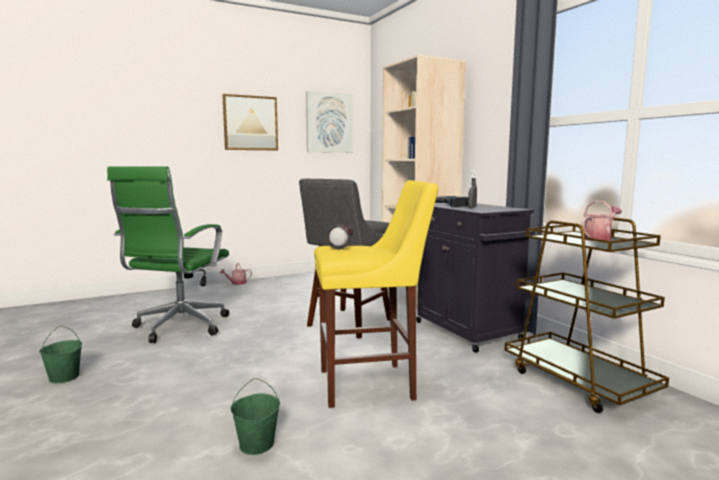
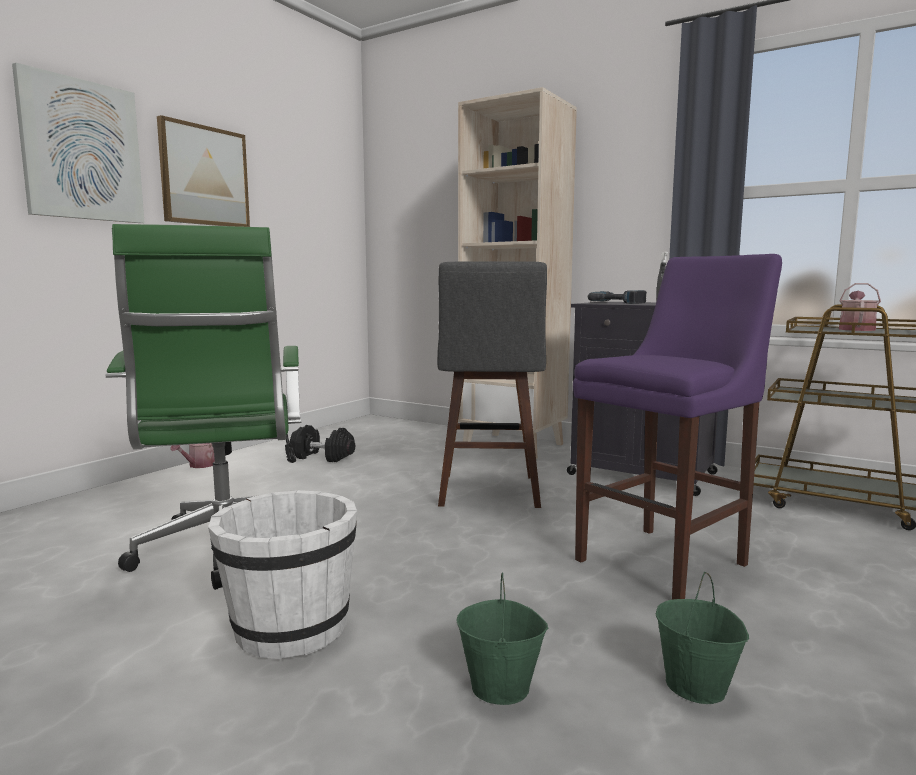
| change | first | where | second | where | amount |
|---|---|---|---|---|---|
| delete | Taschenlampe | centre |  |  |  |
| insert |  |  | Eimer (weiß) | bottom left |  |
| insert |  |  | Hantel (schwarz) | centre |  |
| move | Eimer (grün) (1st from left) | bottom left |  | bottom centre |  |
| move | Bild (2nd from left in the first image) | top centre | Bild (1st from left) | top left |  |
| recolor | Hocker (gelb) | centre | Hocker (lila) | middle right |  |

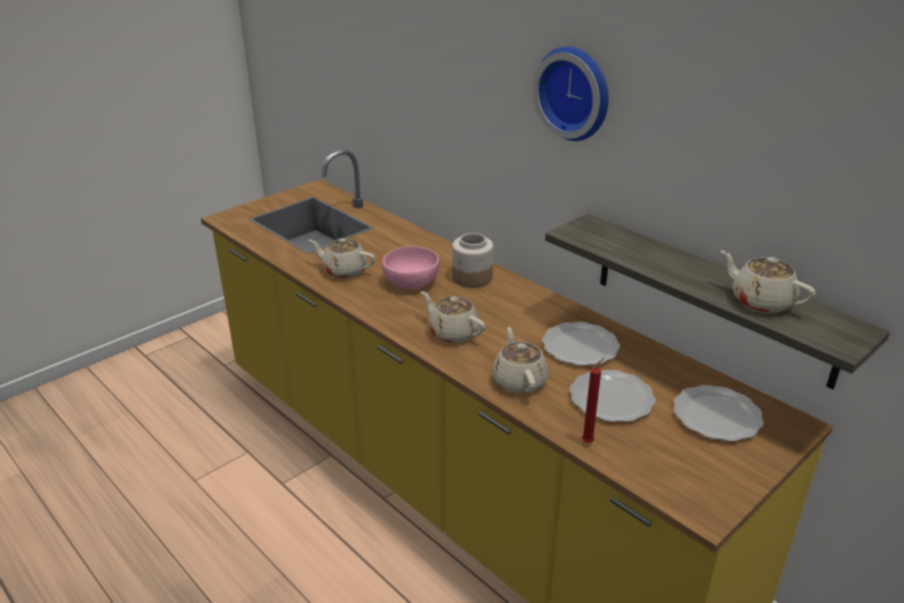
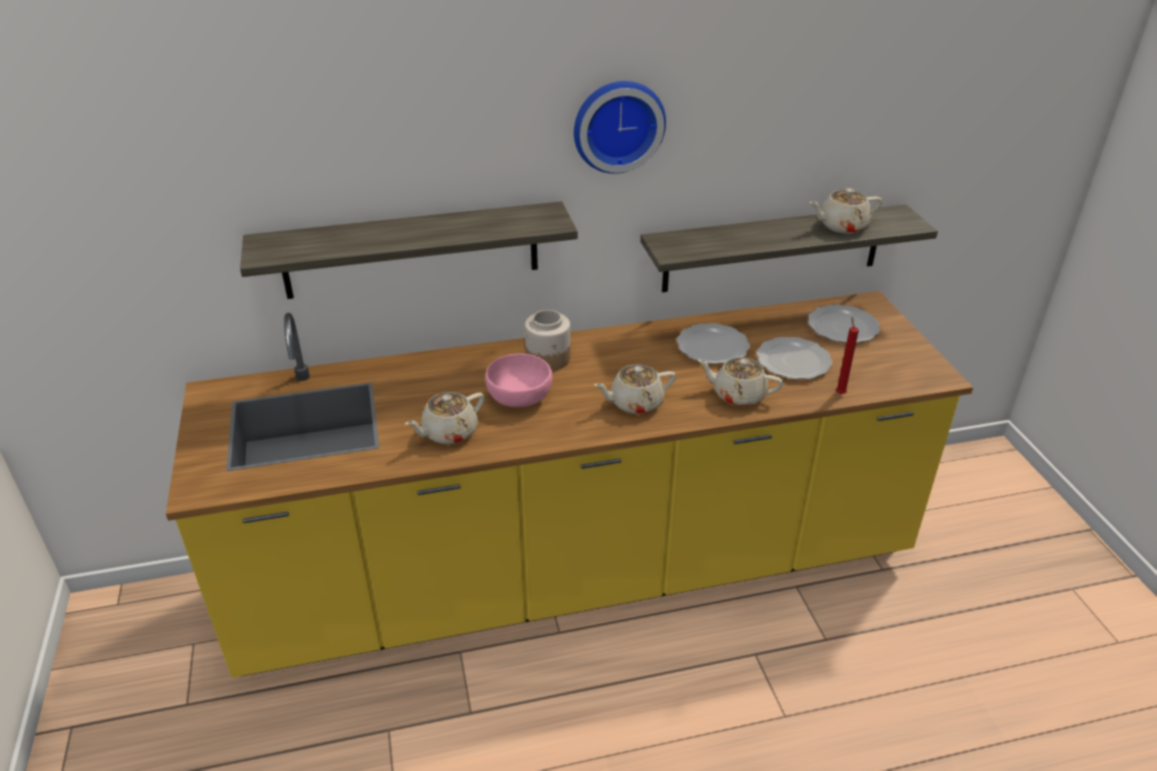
| change | first | where | second | where | amount |
|---|---|---|---|---|---|
| insert |  |  | Wandregal (1st from left) | top centre |  |

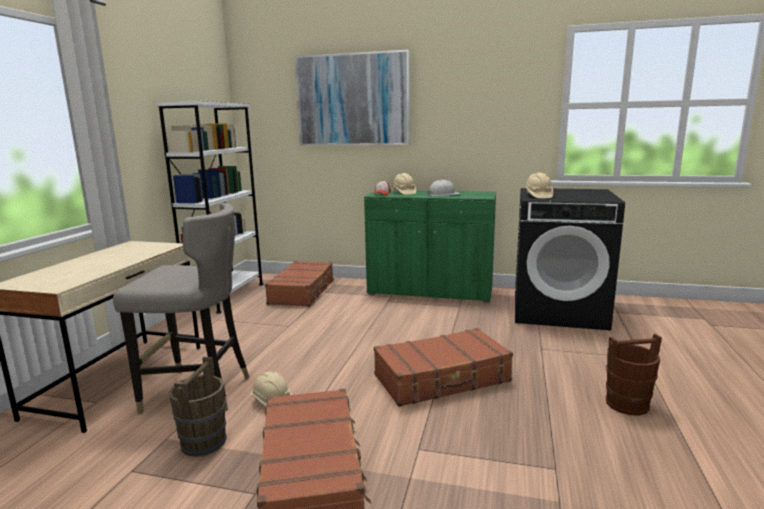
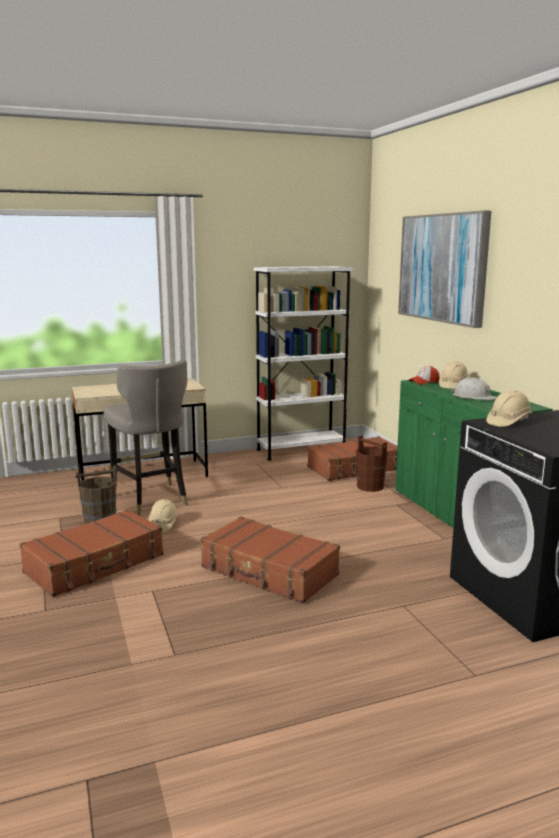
| change | first | where | second | where | amount |
|---|---|---|---|---|---|
| move | Eimer (braun) (2nd from left) | bottom right |  | centre |  |

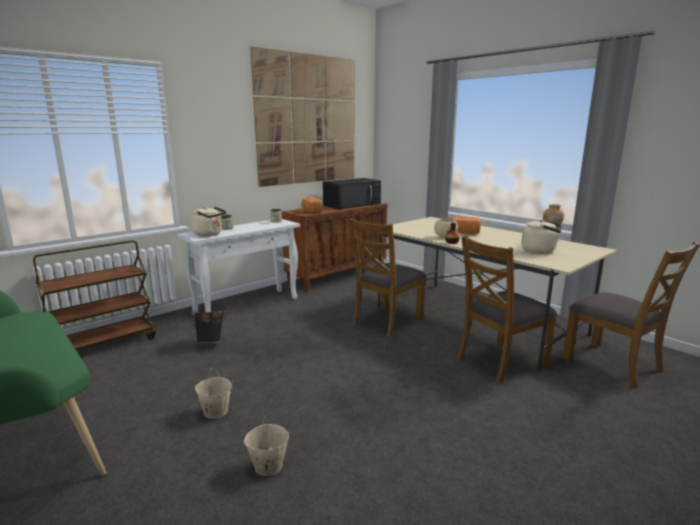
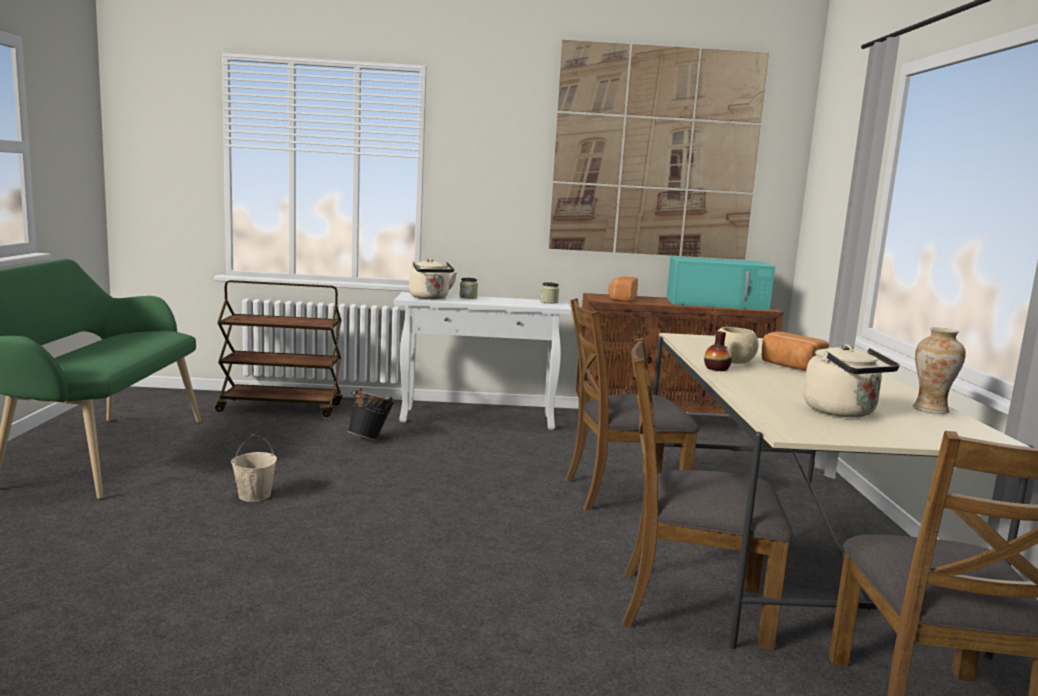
| change | first | where | second | where | amount |
|---|---|---|---|---|---|
| delete | Eimer (beige) (2nd from left) | bottom centre |  |  |  |
| recolor | Mikrowelle (schwarz) | centre | Mikrowelle (türkis) | middle right |  |

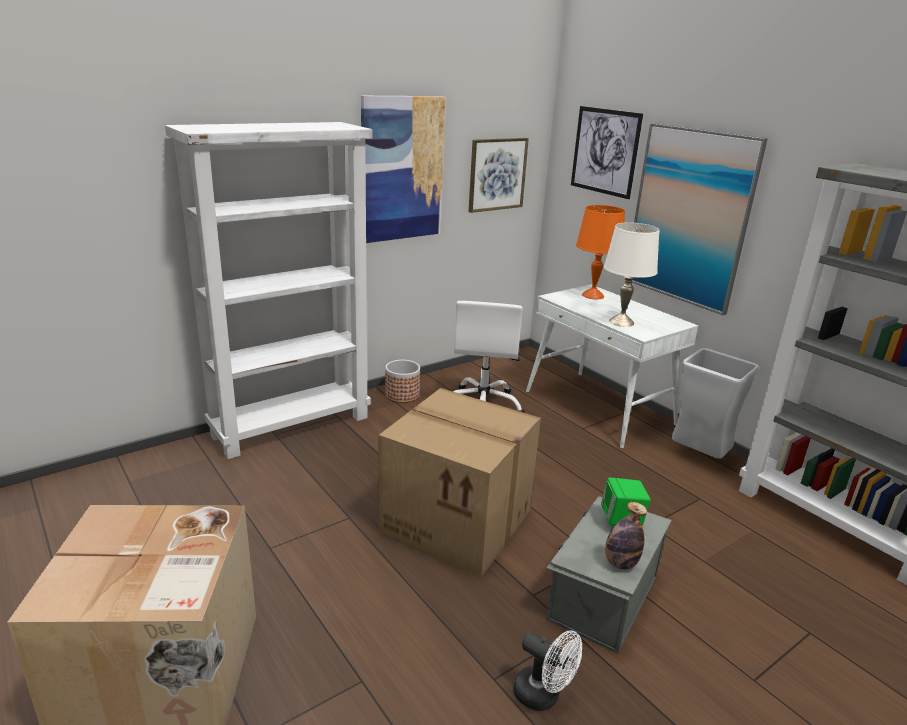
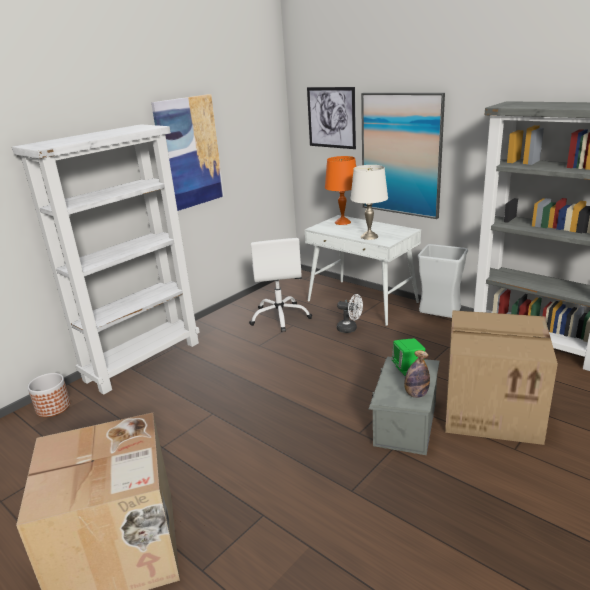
| change | first | where | second | where | amount |
|---|---|---|---|---|---|
| delete | Bild (2nd from left) | top centre |  |  |  |
| move | Karton (2nd from left) | centre |  | middle right |  |
| move | Pflanzkübel | centre |  | bottom left |  |
| move | Ventilator (weiß) | bottom centre |  | centre |  |

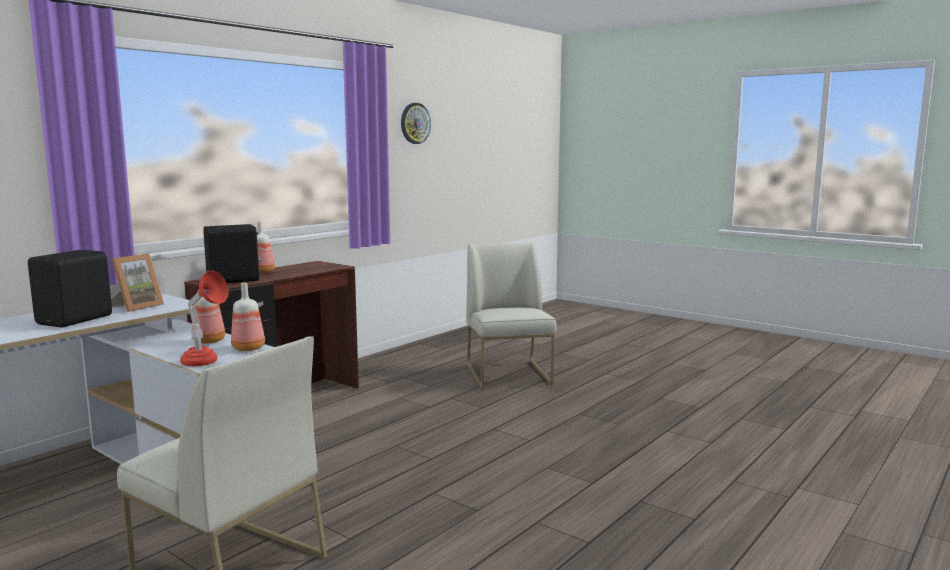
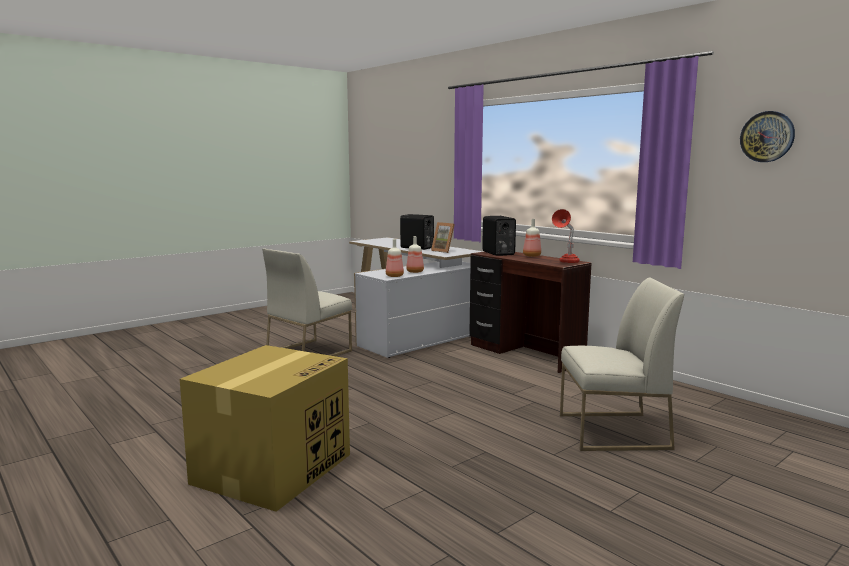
| change | first | where | second | where | amount |
|---|---|---|---|---|---|
| insert |  |  | Karton | bottom left |  |
| move | Tischlampe (rot) | middle left |  | middle right |  |

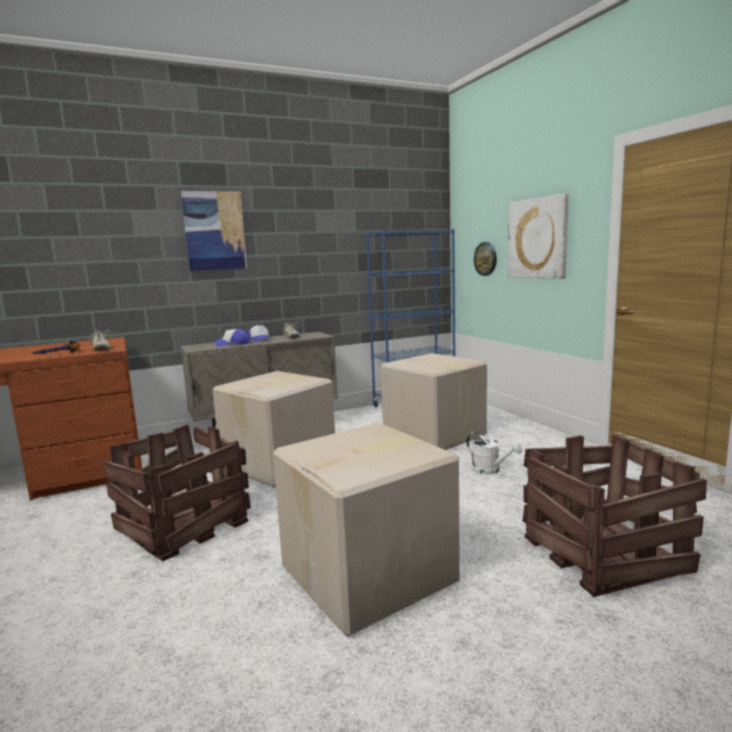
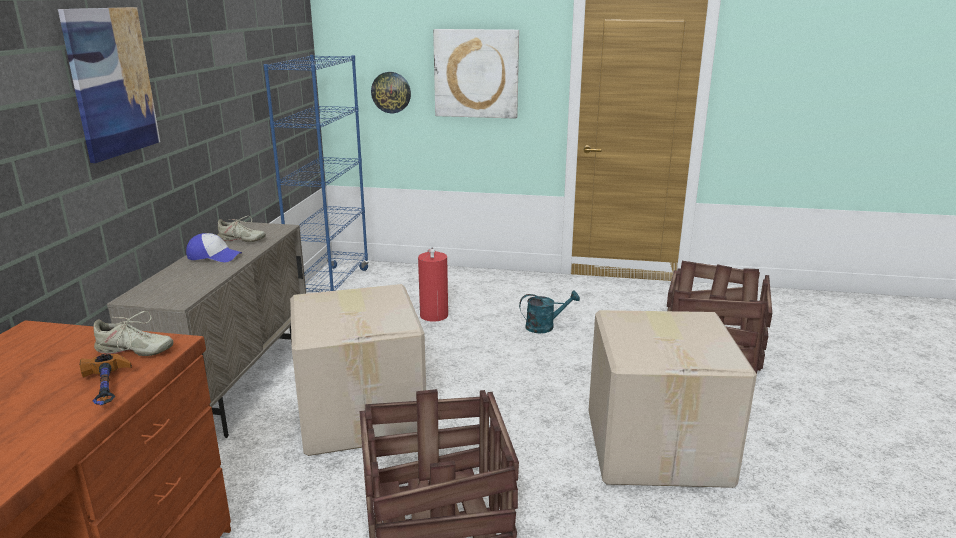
| change | first | where | second | where | amount |
|---|---|---|---|---|---|
| delete | Kappe (1st from left) | middle left |  |  |  |
| replace | Karton (3rd from left) | centre | Feuerlöscher | centre |  |
| recolor | Gießkanne (weiß) | middle right | Gießkanne (türkis) | centre |  |

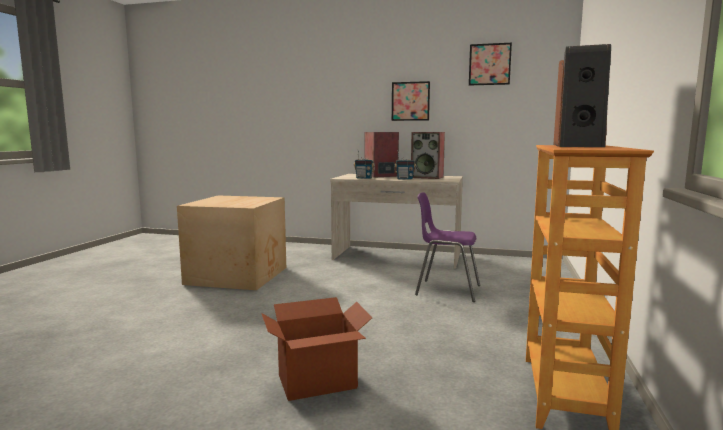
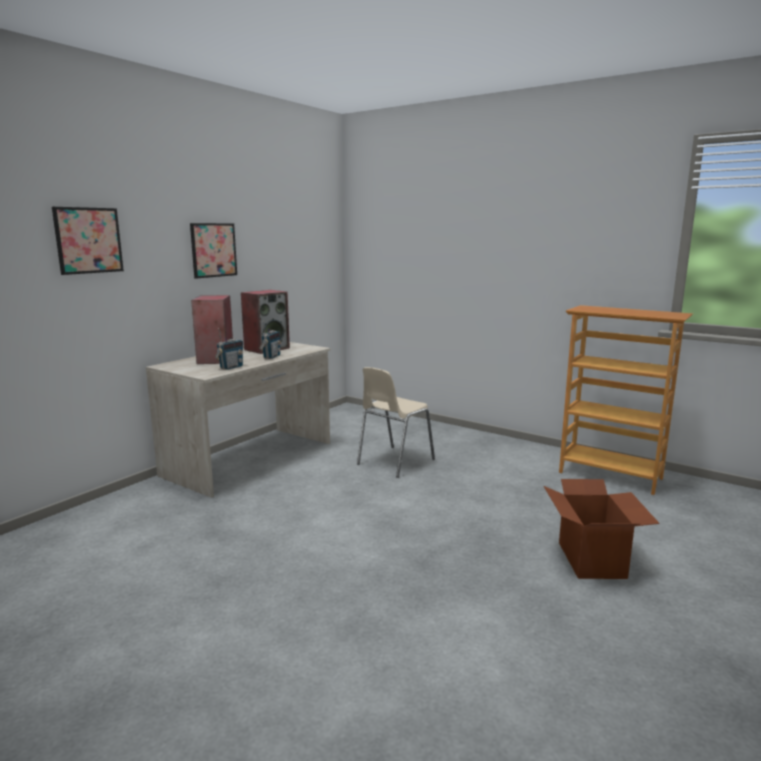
| change | first | where | second | where | amount |
|---|---|---|---|---|---|
| delete | Karton (1st from left) | middle left |  |  |  |
| delete | Lautsprecher (3rd from left) | top right |  |  |  |
| move | Bild (2nd from left in the first image) | top right | Bild (1st from left) | top left |  |
| recolor | Stuhl (lila) | centre | Stuhl (beige) | centre |  |

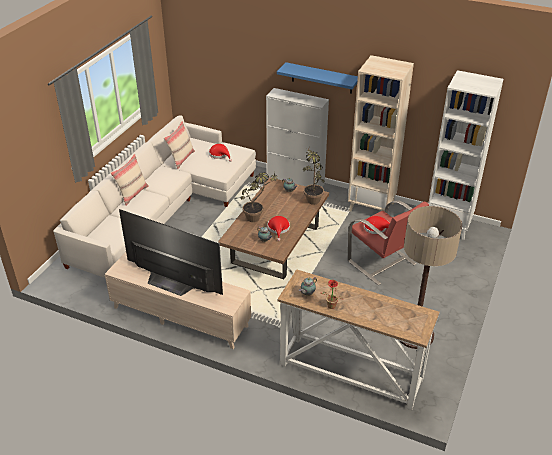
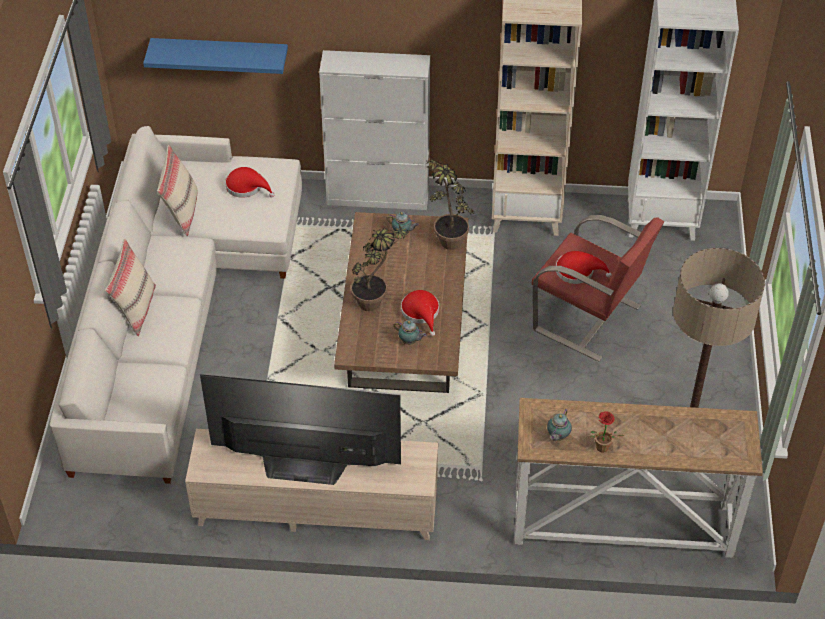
| change | first | where | second | where | amount |
|---|---|---|---|---|---|
| move | Wandregal (blau) | top centre |  | top left |  |

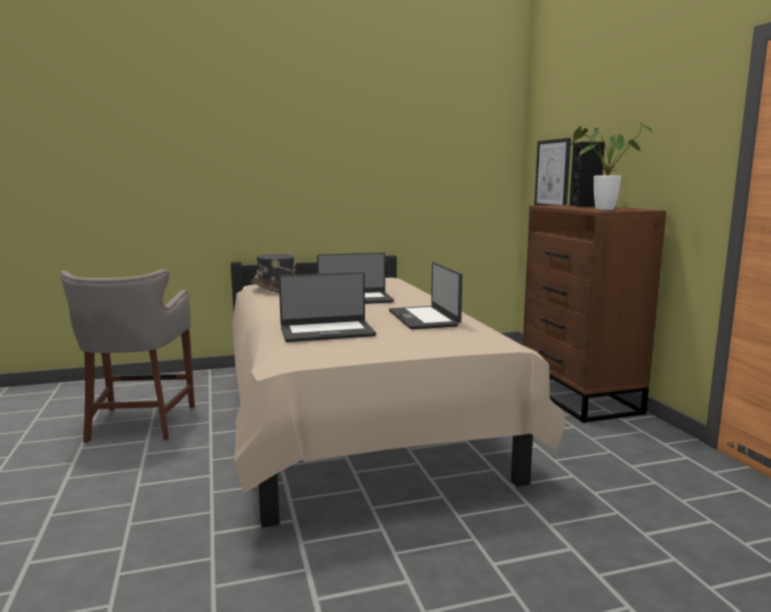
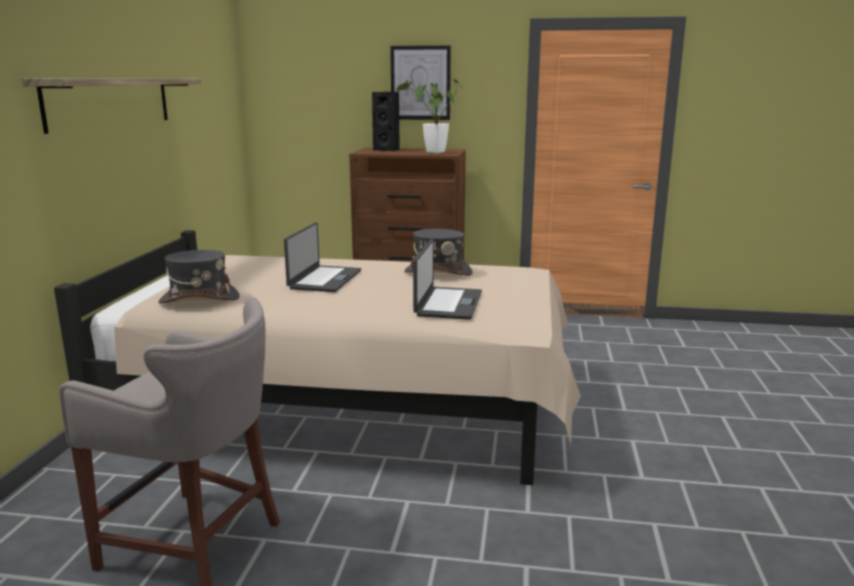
| change | first | where | second | where | amount |
|---|---|---|---|---|---|
| insert |  |  | Wandregal | top left |  |
| move | Bild | top right |  | top centre |  |
| replace | Laptop (3rd from left) | centre | Hut (grau) (2nd from left) | centre |  |

